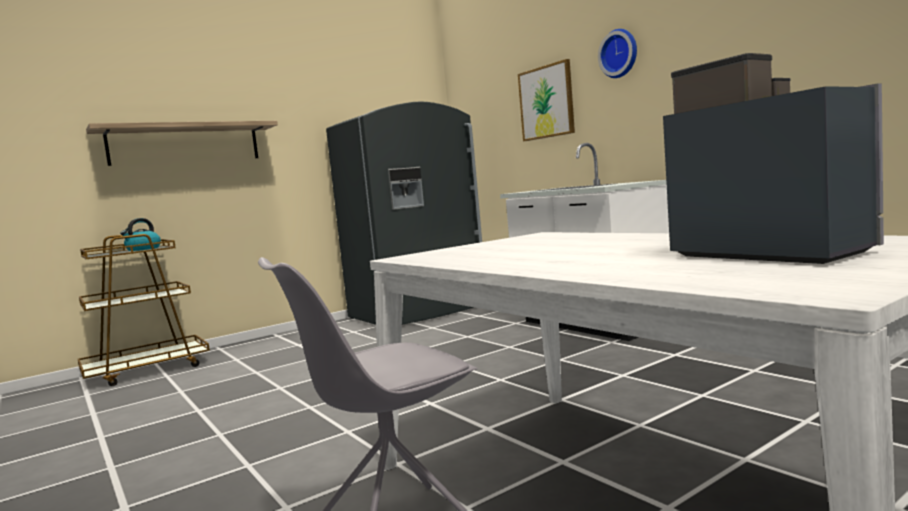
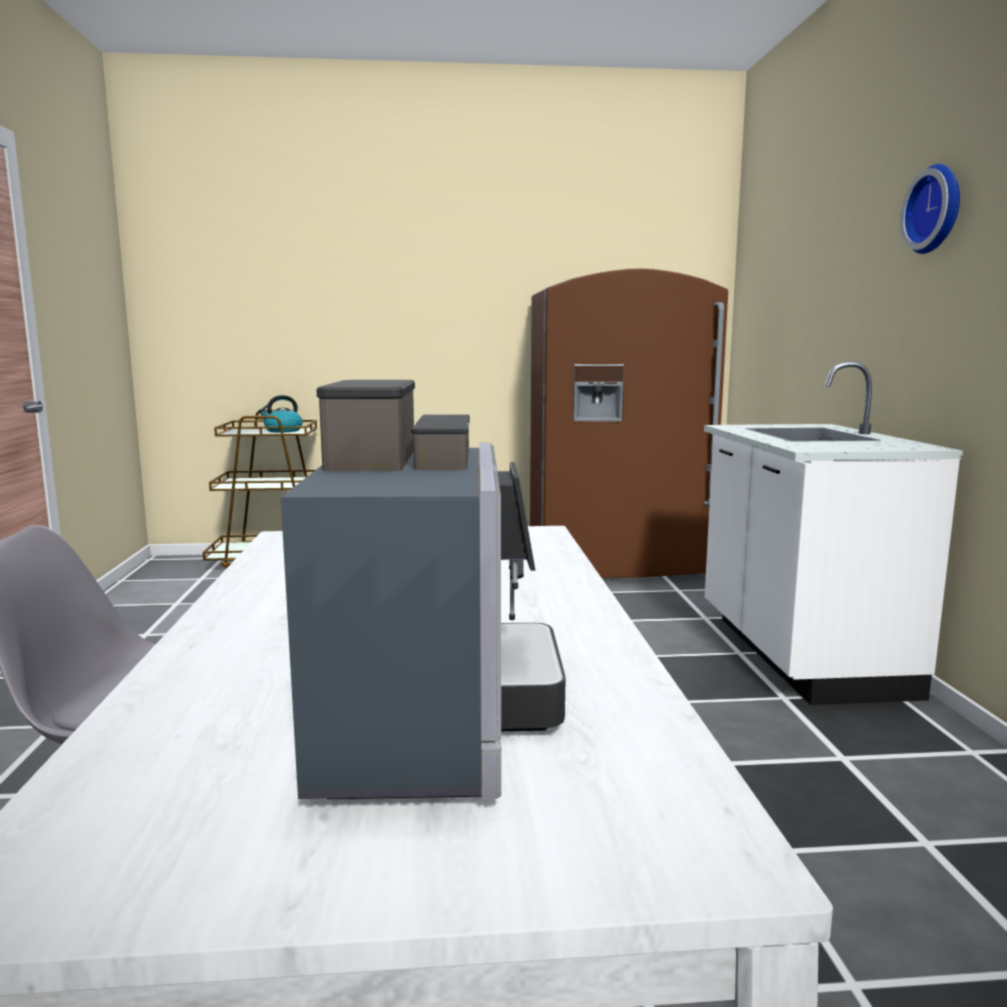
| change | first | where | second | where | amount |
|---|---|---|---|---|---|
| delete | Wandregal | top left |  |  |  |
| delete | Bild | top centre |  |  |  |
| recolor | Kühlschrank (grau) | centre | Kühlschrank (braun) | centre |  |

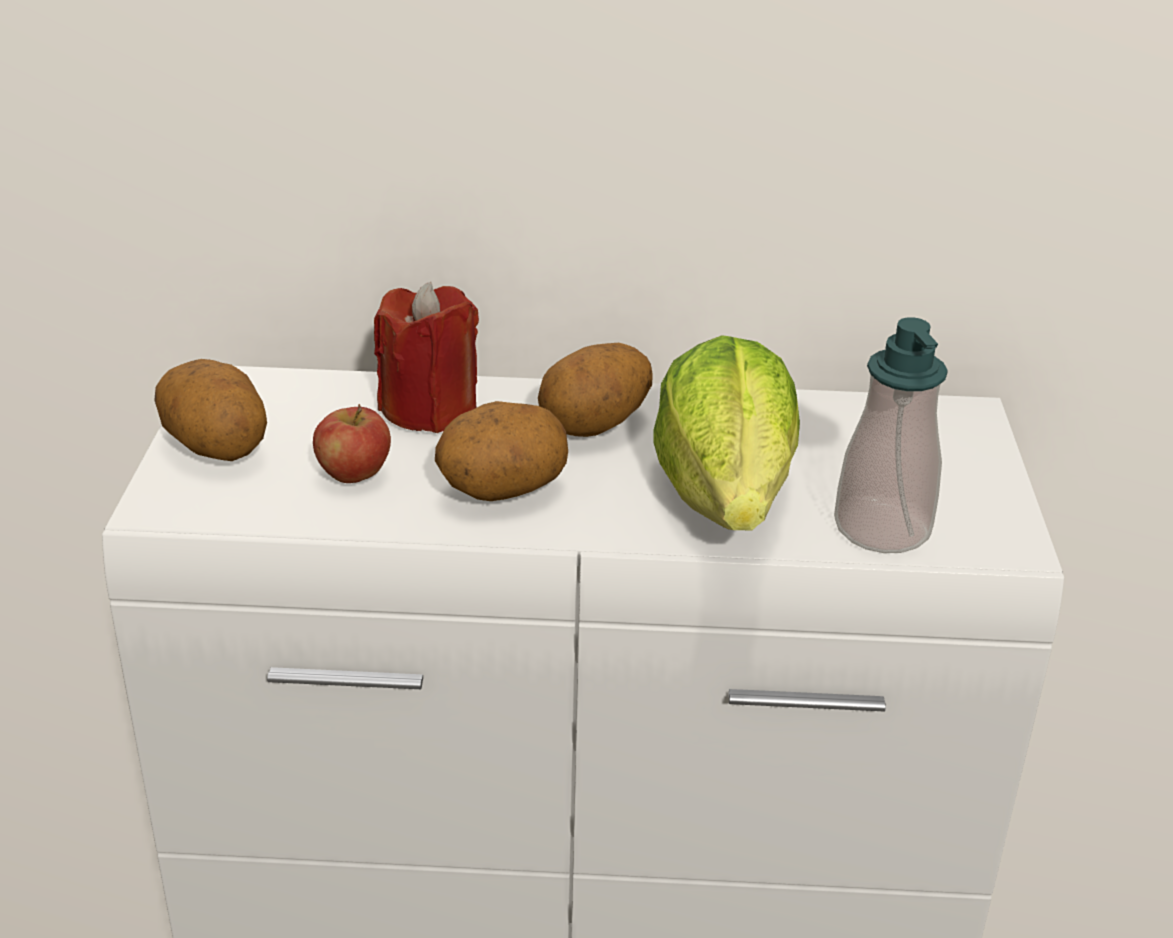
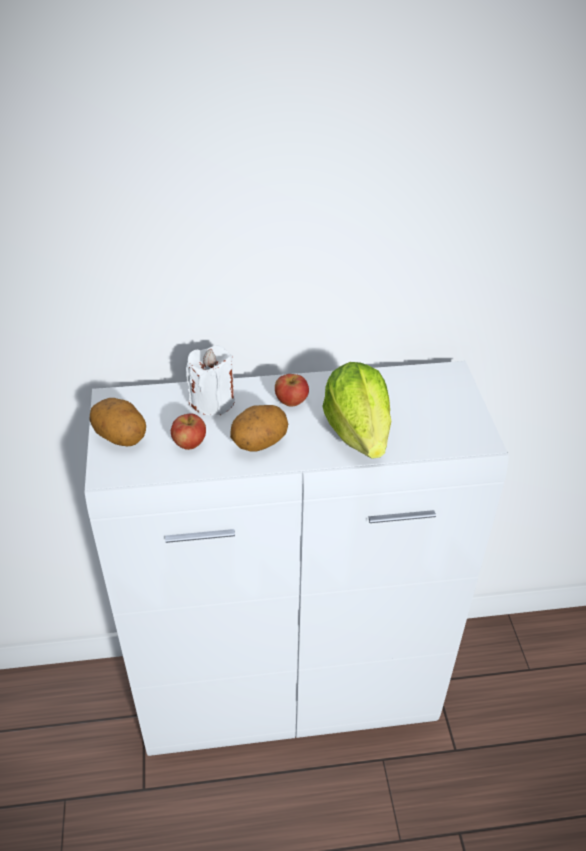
| change | first | where | second | where | amount |
|---|---|---|---|---|---|
| delete | Seifenspender | middle right |  |  |  |
| replace | Kartoffel (3rd from left) | centre | Apfel (2nd from left) | centre |  |
| recolor | Kerze (rot) | centre | Kerze (weiß) | centre |  |

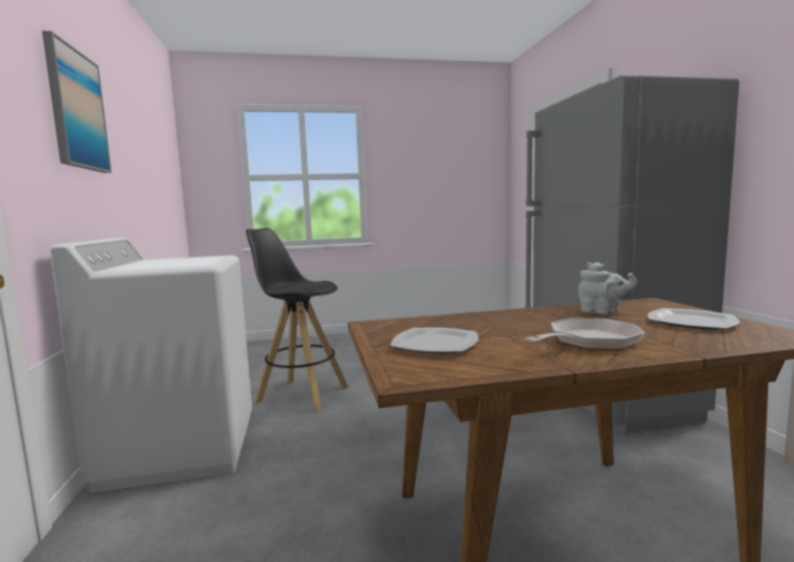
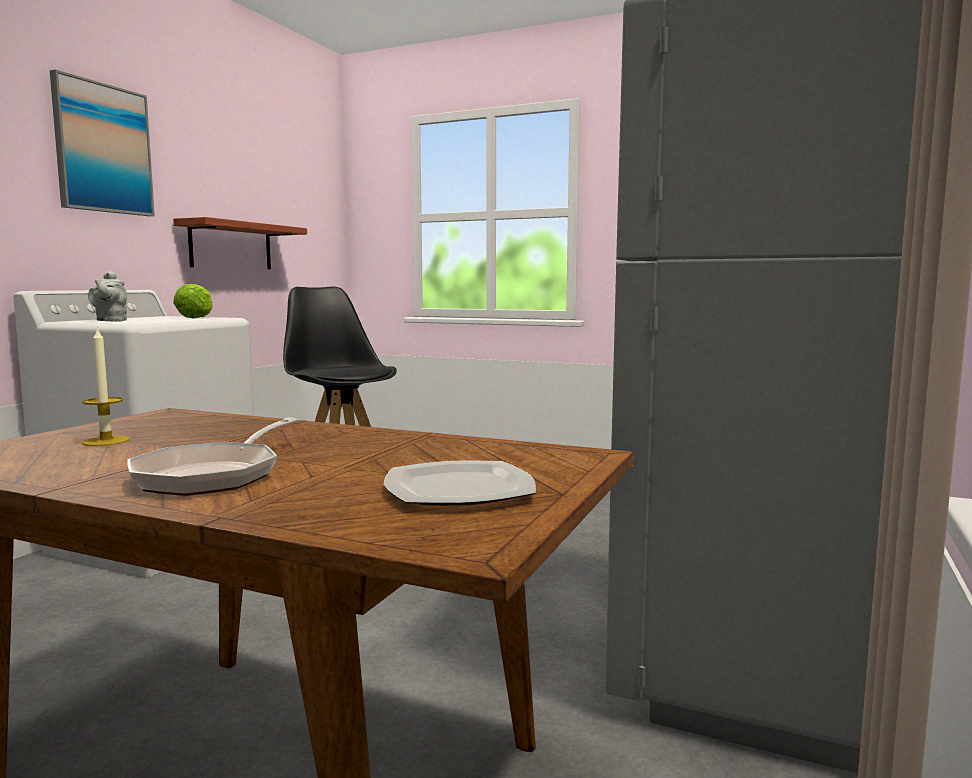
| change | first | where | second | where | amount |
|---|---|---|---|---|---|
| insert |  |  | Wandregal | top left |  |
| insert |  |  | Salatkopf | middle left |  |
| move | Teekanne (grau) | middle right |  | middle left |  |
| replace | Teller (1st from left) | centre | Kerze | middle left |  |
| rotate | Pfanne | middle right |  | middle left | 105 degrees clockwise |

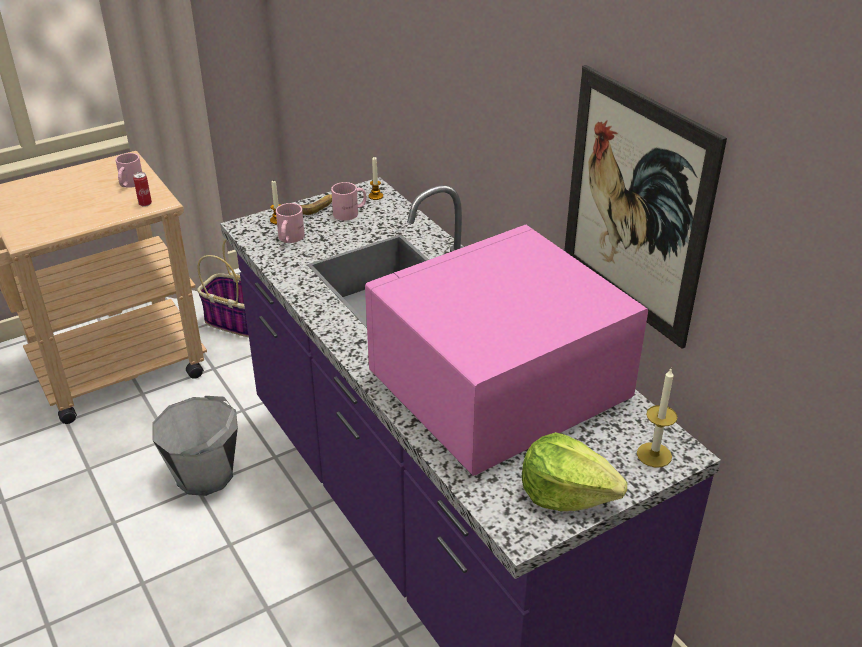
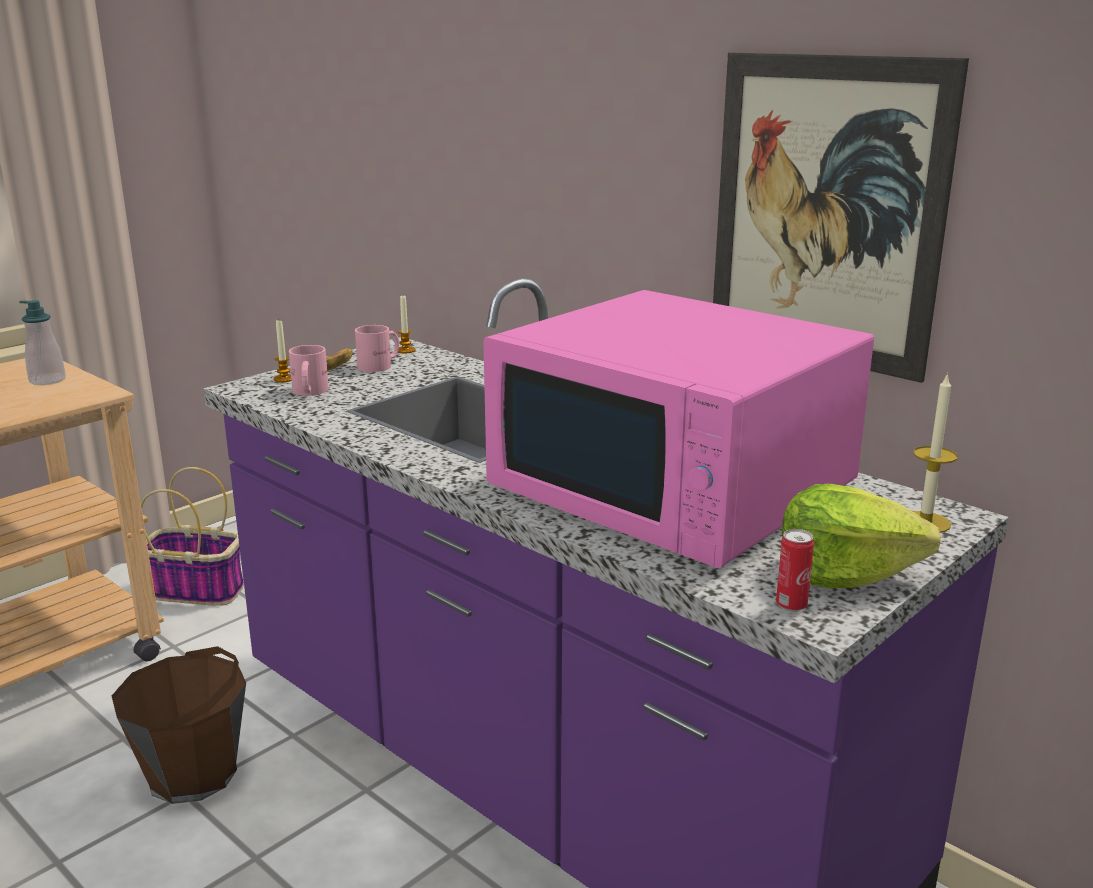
| change | first | where | second | where | amount |
|---|---|---|---|---|---|
| move | Dose | top left |  | middle right |  |
| replace | Henkelbecher (rosa) (1st from left) | top left | Seifenspender | middle left |  |
| recolor | Eimer (grau) | bottom left | Eimer (braun) | bottom left |  |
| rotate | Mikrowelle (rosa) | centre |  | centre | 90 degrees counterclockwise |

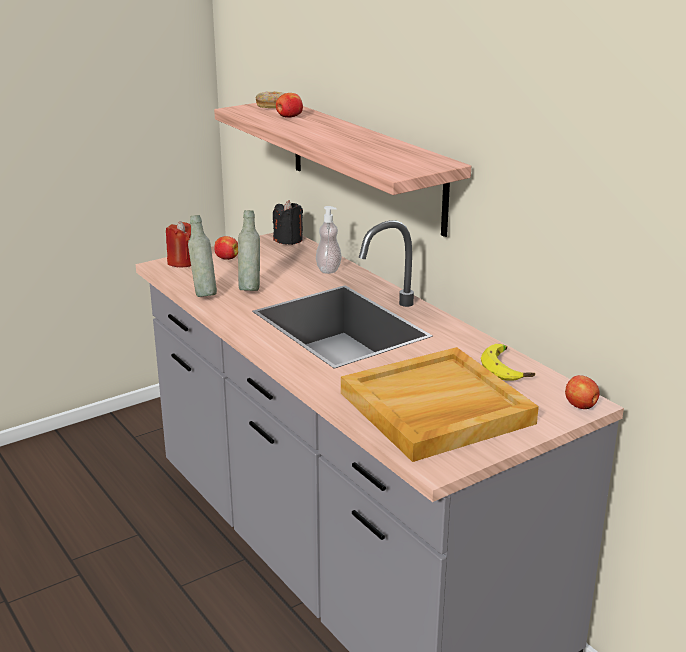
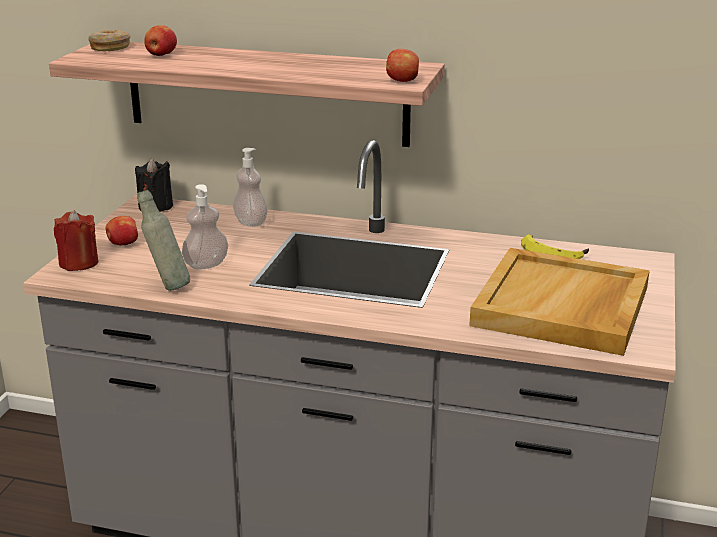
| change | first | where | second | where | amount |
|---|---|---|---|---|---|
| move | Apfel (3rd from left) | middle right |  | top centre |  |
| replace | Flasche (grau) (2nd from left) | centre | Seifenspender (1st from left) | middle left |  |

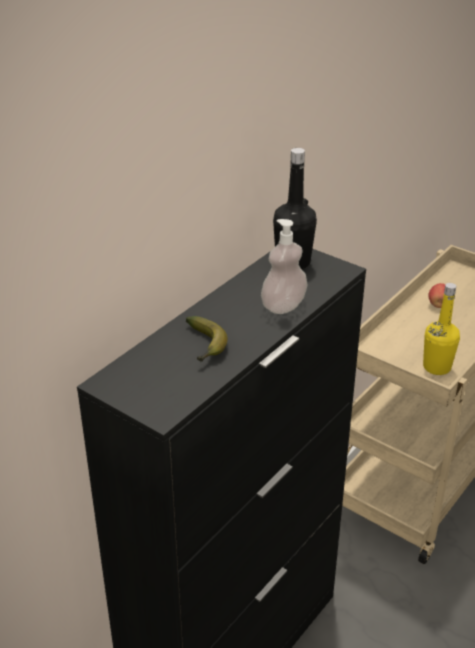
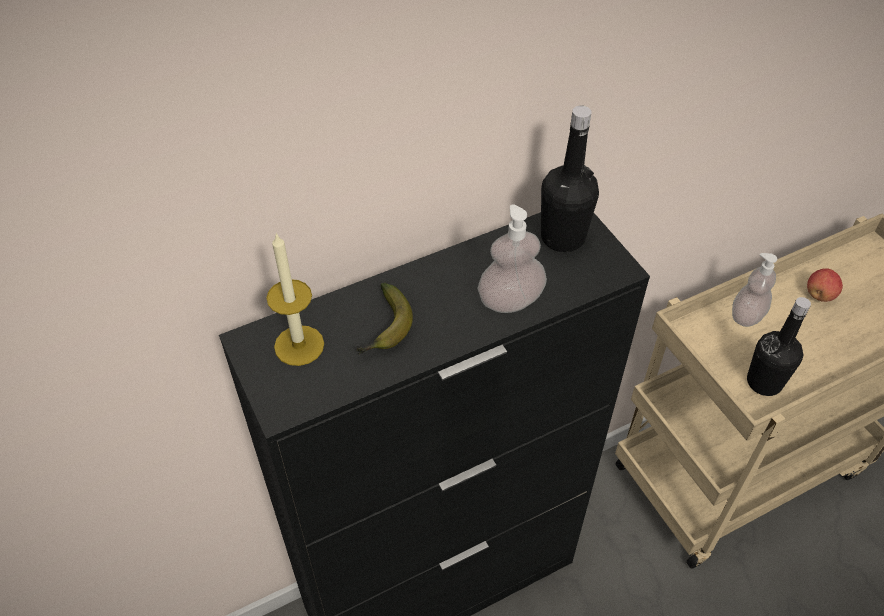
| change | first | where | second | where | amount |
|---|---|---|---|---|---|
| insert |  |  | Kerze | centre |  |
| insert |  |  | Seifenspender (2nd from left) | middle right |  |
| recolor | Flasche (gelb) | middle right | Flasche (schwarz) (2nd from left) | middle right |  |

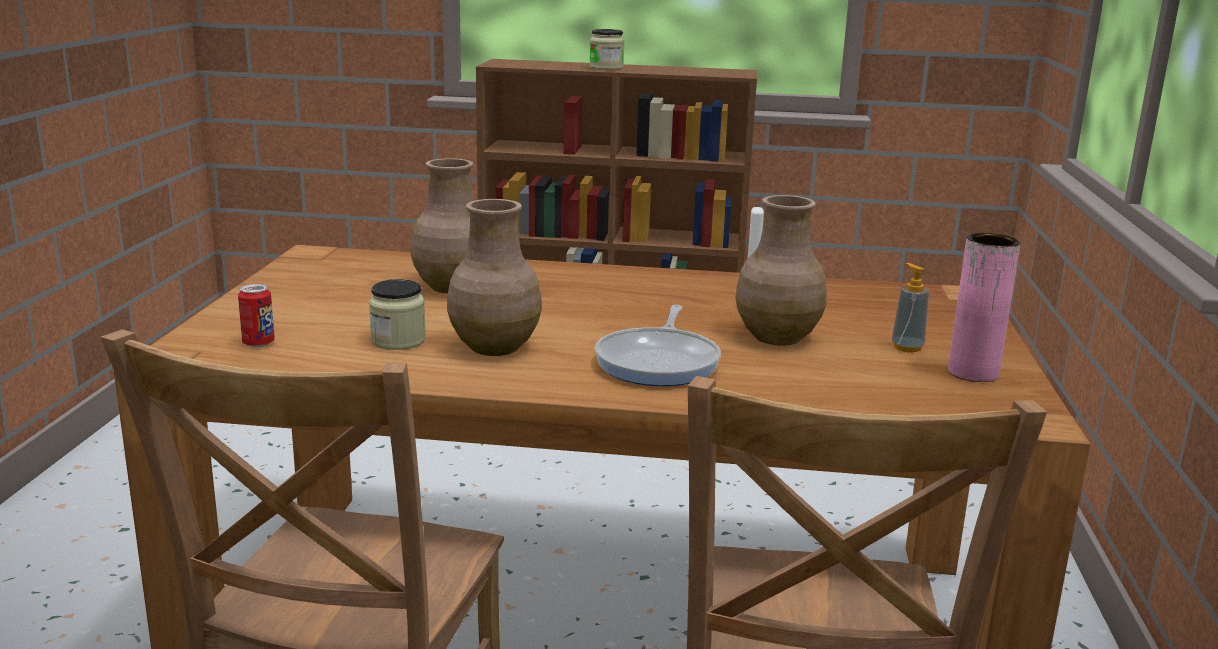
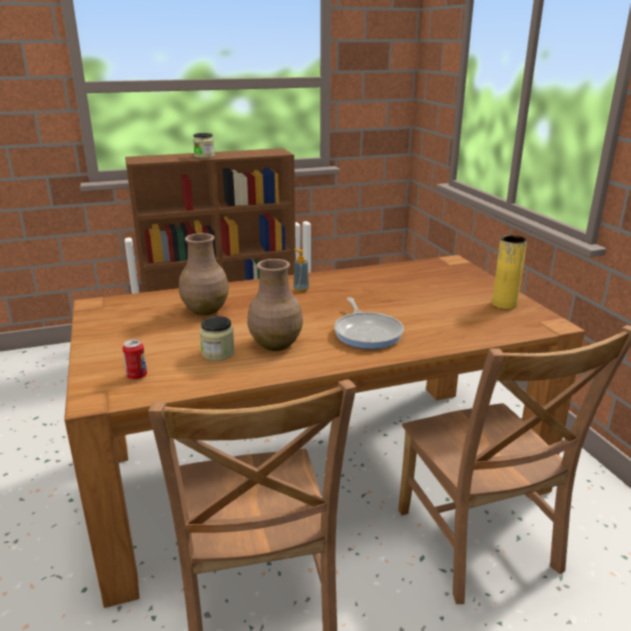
| change | first | where | second | where | amount |
|---|---|---|---|---|---|
| delete | Vase (braun) (3rd from left) | centre |  |  |  |
| move | Seifenspender | middle right |  | centre |  |
| recolor | Vase (rosa) | middle right | Vase (gelb) | middle right |  |

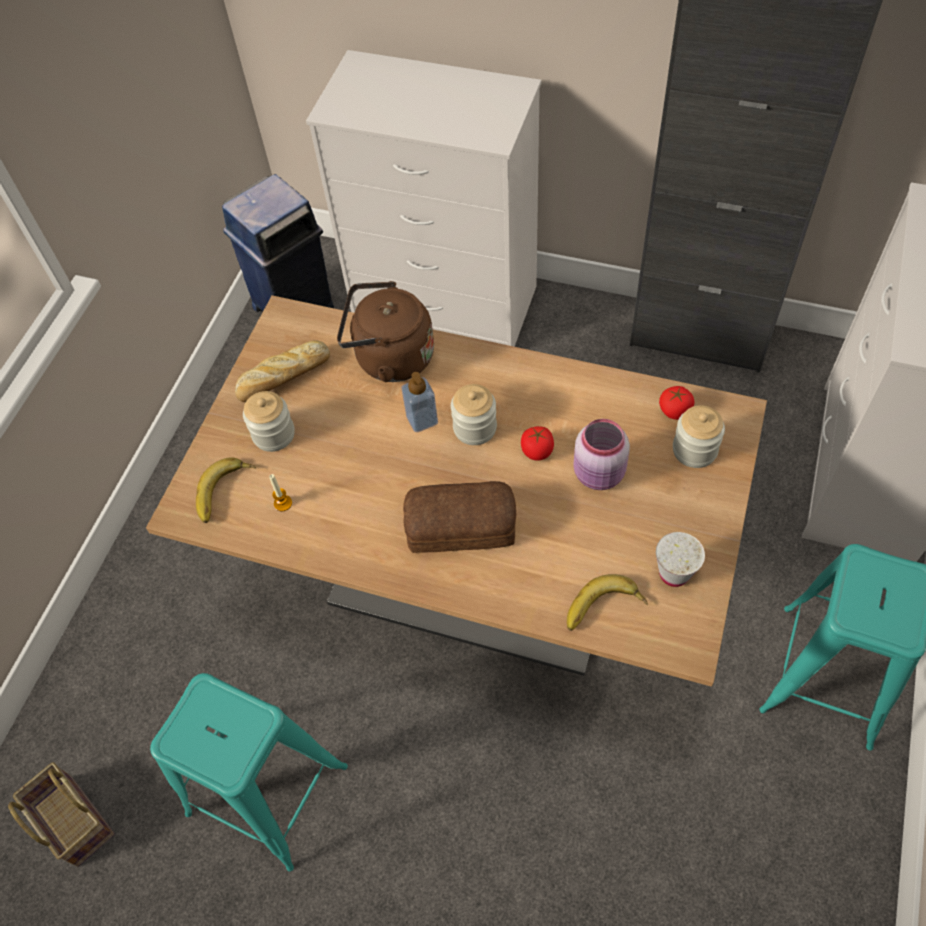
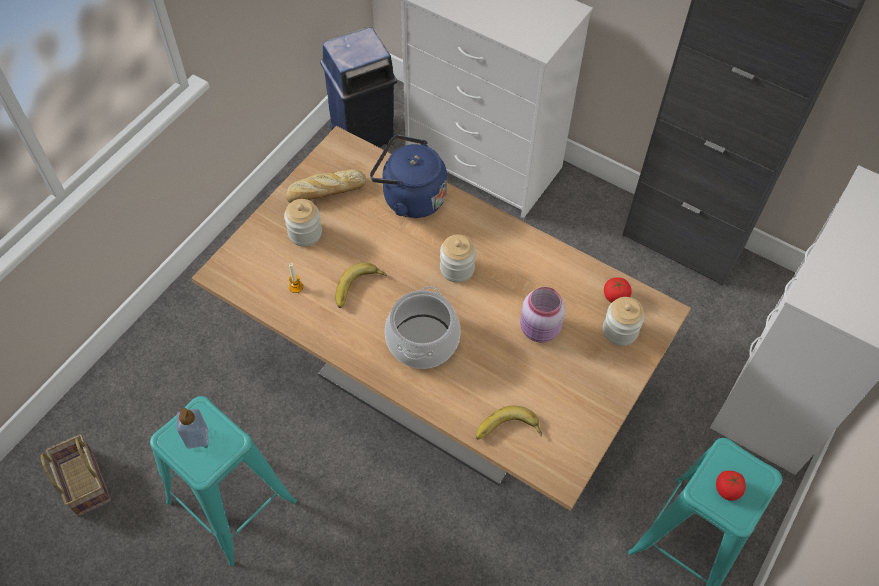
| change | first | where | second | where | amount |
|---|---|---|---|---|---|
| delete | Tasse (weiß) | middle right |  |  |  |
| move | Banane (1st from left) | middle left |  | centre |  |
| move | Seifenspender | centre |  | bottom left |  |
| move | Tomate (1st from left in the first image) | centre | Tomate (2nd from left) | bottom right |  |
| replace | Brot (2nd from left) | centre | Kochtopf | centre |  |
| recolor | Wasserkessel (braun) | centre | Wasserkessel (blau) | top centre |  |

